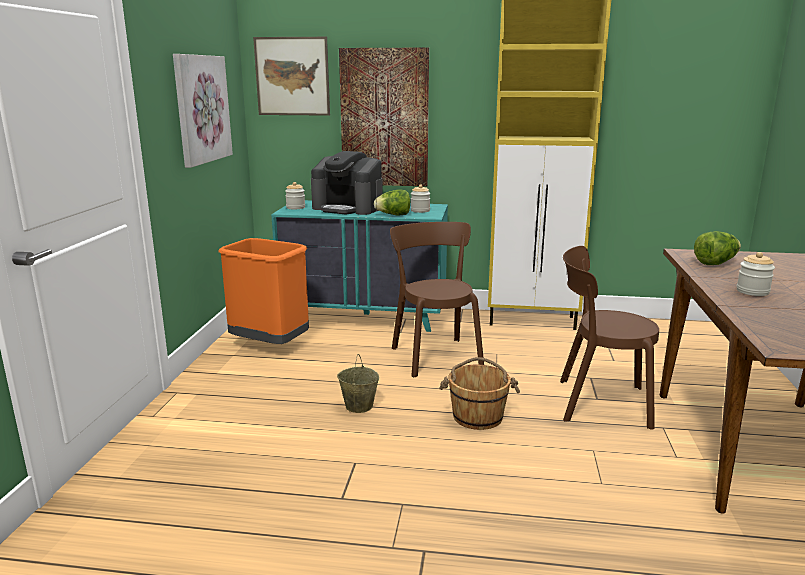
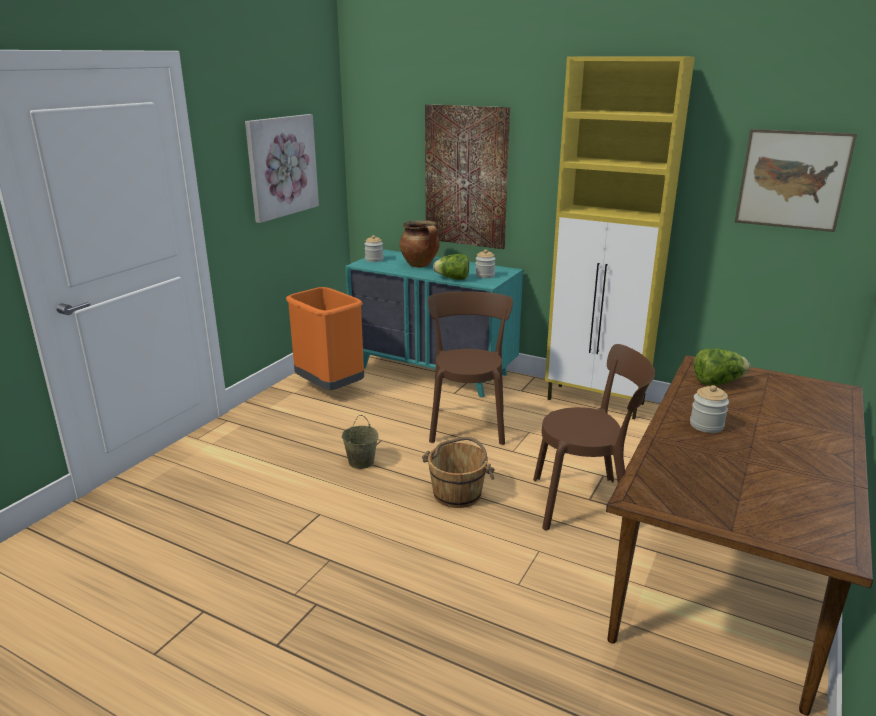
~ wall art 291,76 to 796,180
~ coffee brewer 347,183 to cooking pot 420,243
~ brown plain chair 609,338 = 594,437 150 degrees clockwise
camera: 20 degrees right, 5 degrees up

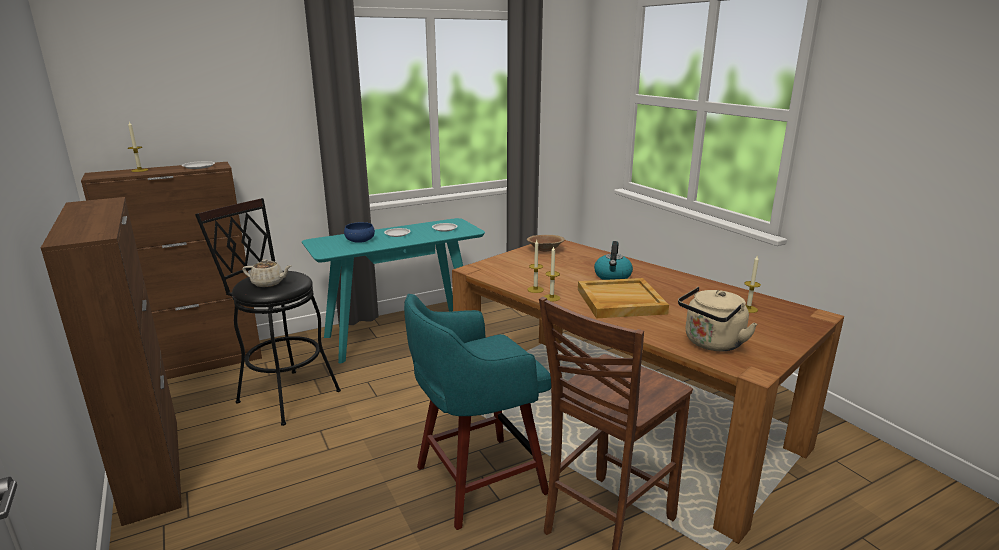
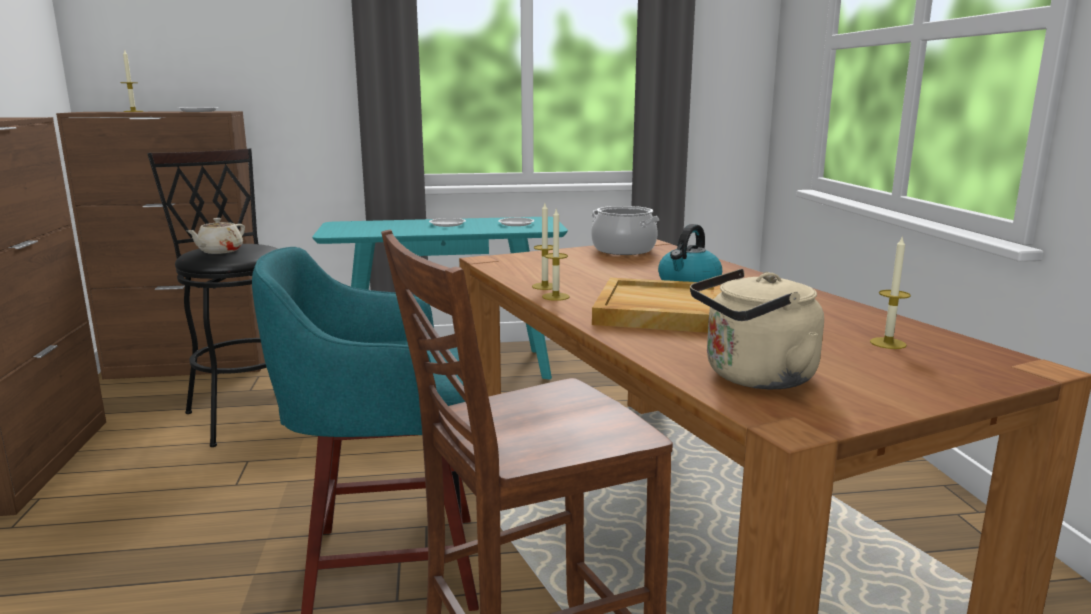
- bluish bowl 359,232
~ brown bowl 546,243 to cooking pot 625,230
~ beige pot for tea 267,273 = 216,236 90 degrees clockwise
camera: 20 degrees right, 5 degrees down

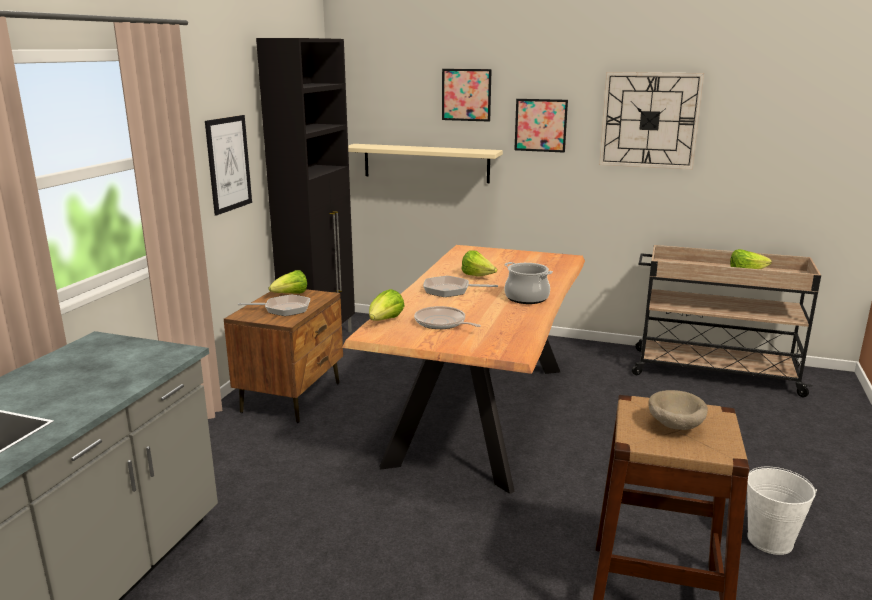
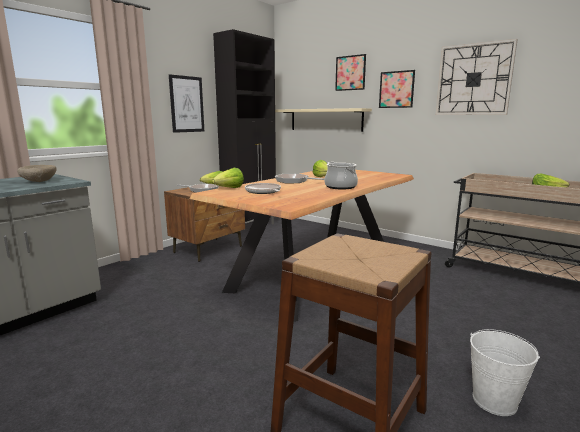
~ beige bowl 678,410 to 37,173
camera: 20 degrees right, 5 degrees down

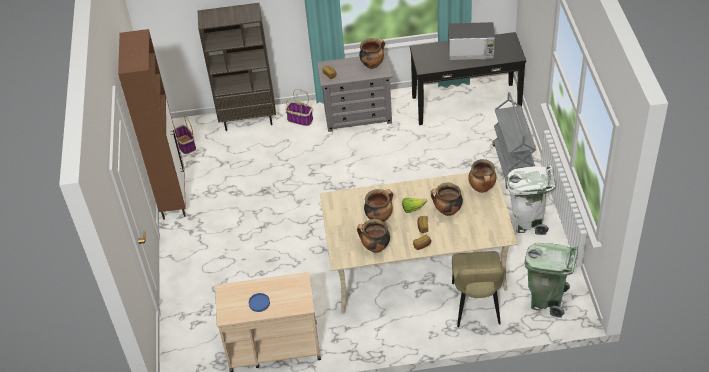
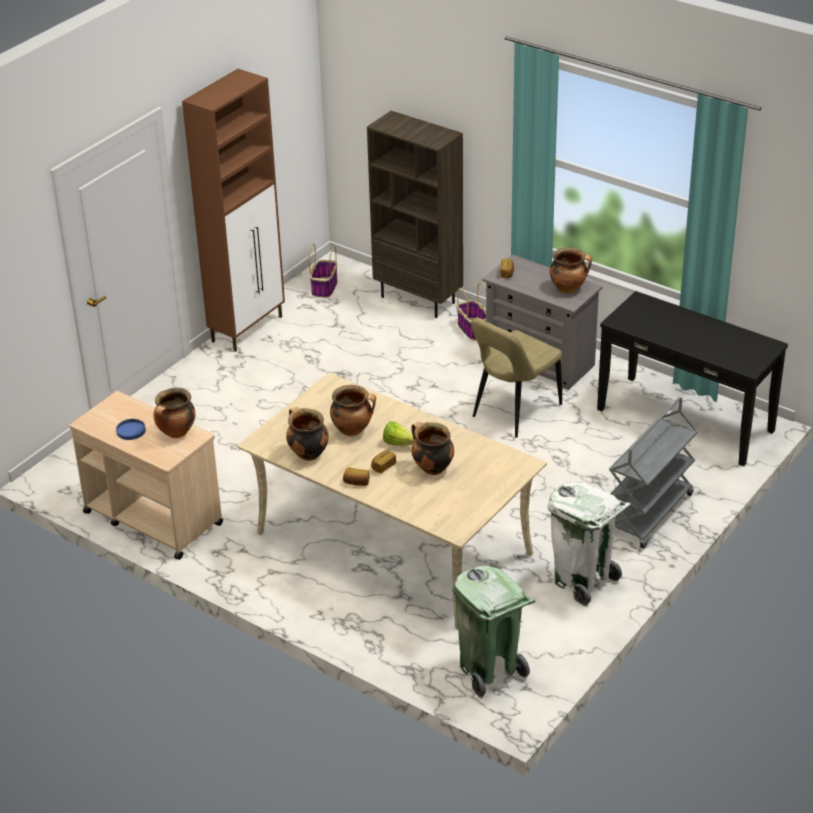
- kitchen microwave 472,41
~ beige plain chair 478,289 to 516,377
~ cooking pot 482,176 to 174,413
camera: 40 degrees right, 10 degrees down

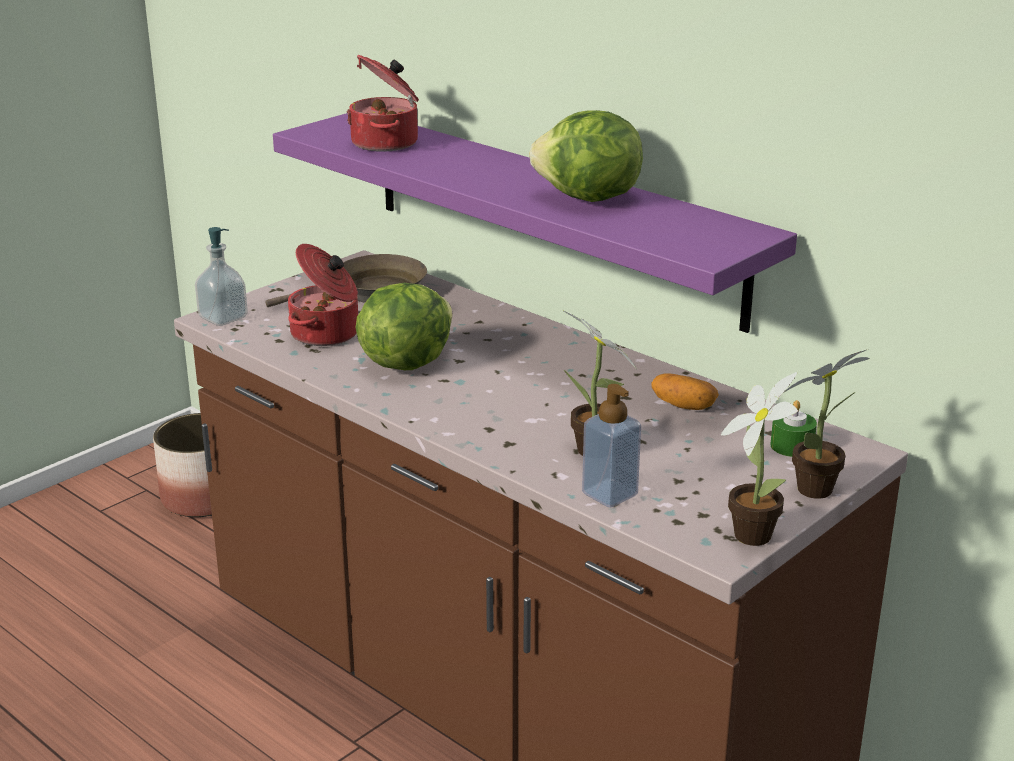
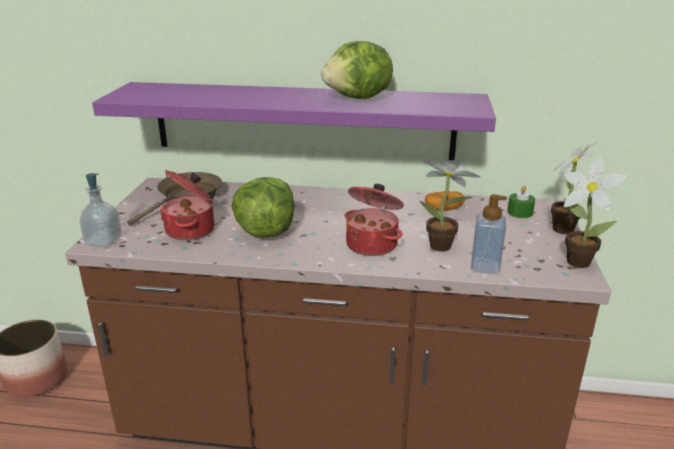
~ cooking pot 383,103 to 374,220
camera: 35 degrees left, 0 degrees up

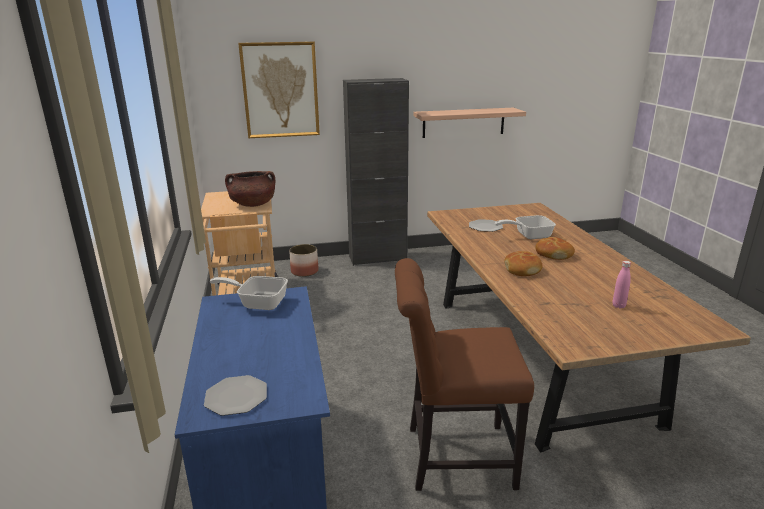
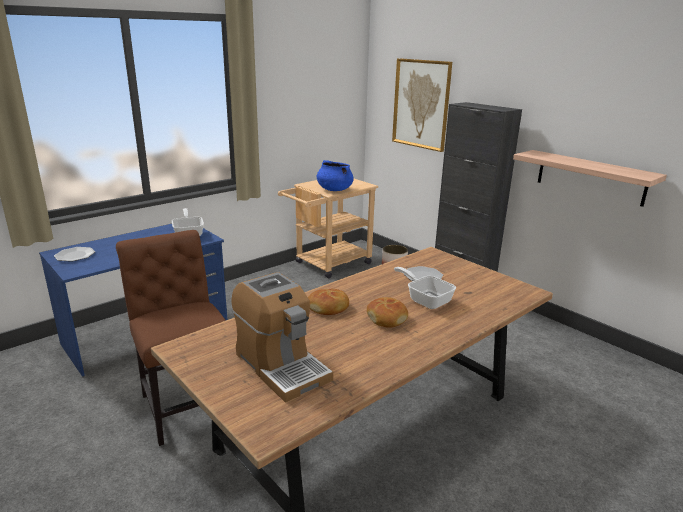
~ pinkish drink bottle 621,284 to coffee brewer 282,337
~ brown cooking pot 250,189 to bluish cooking pot 335,175
camera: 60 degrees right, 0 degrees up

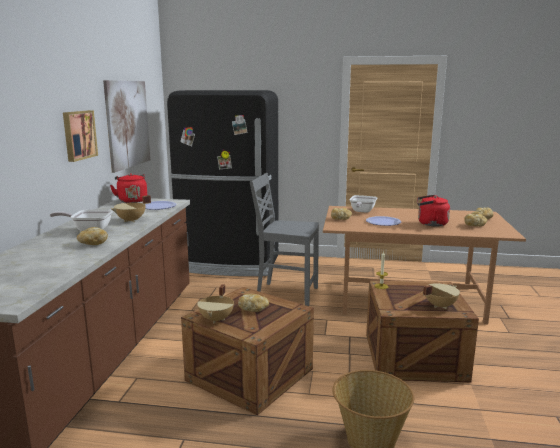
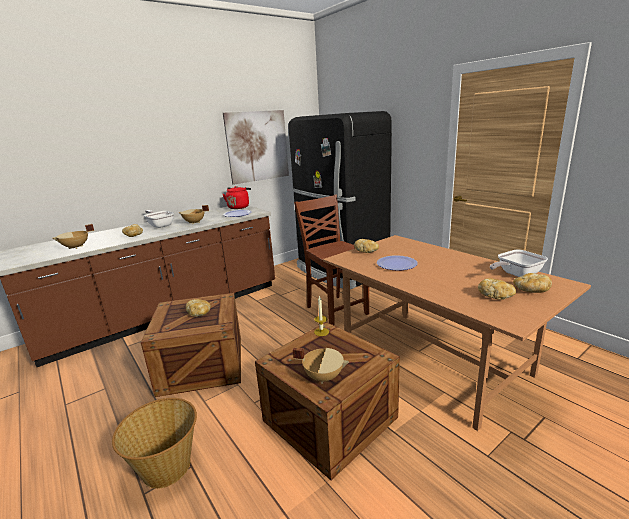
- wall art 80,136
- red-coloured kettle 433,210
~ beige cooking pot 215,303 to 73,236
~ frying pan 363,204 to 519,263
~ gray plain chair 284,239 to brown plain chair 331,260
camera: 45 degrees right, 5 degrees up

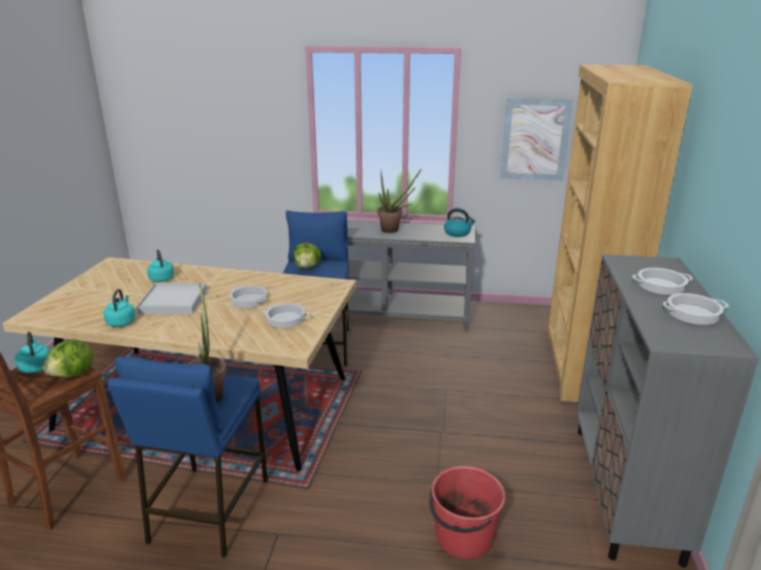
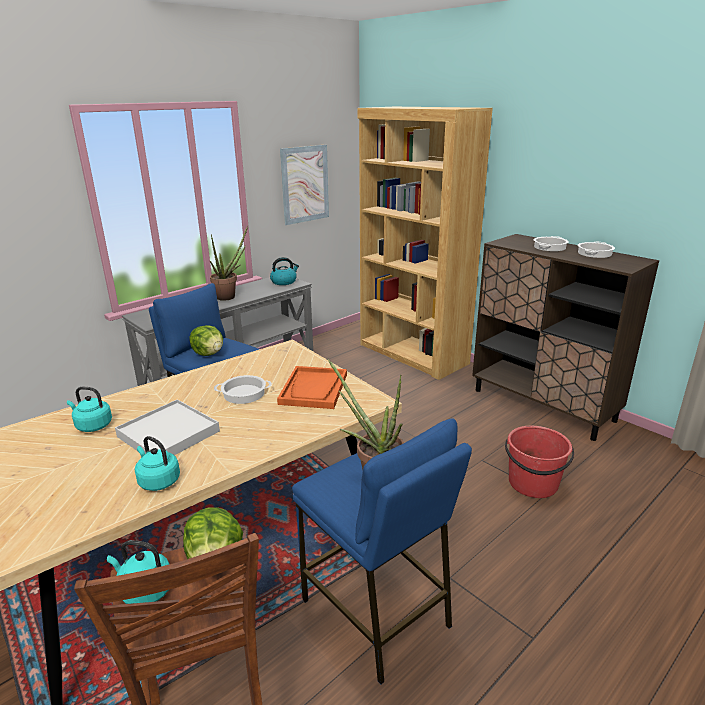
~ cooking pot 286,315 to orangey tray 312,387
~ gray cabinet 667,411 to brown cabinet 565,337
camera: 50 degrees left, 0 degrees up

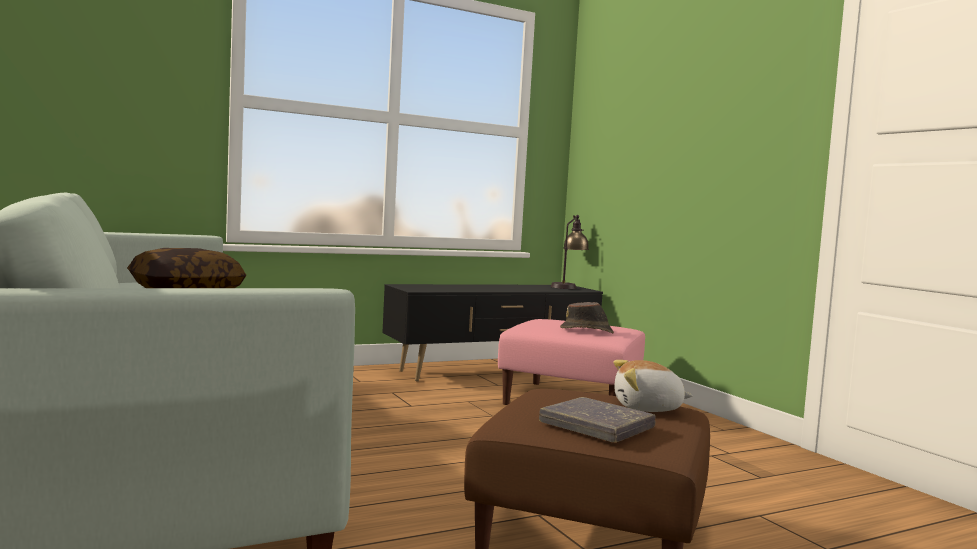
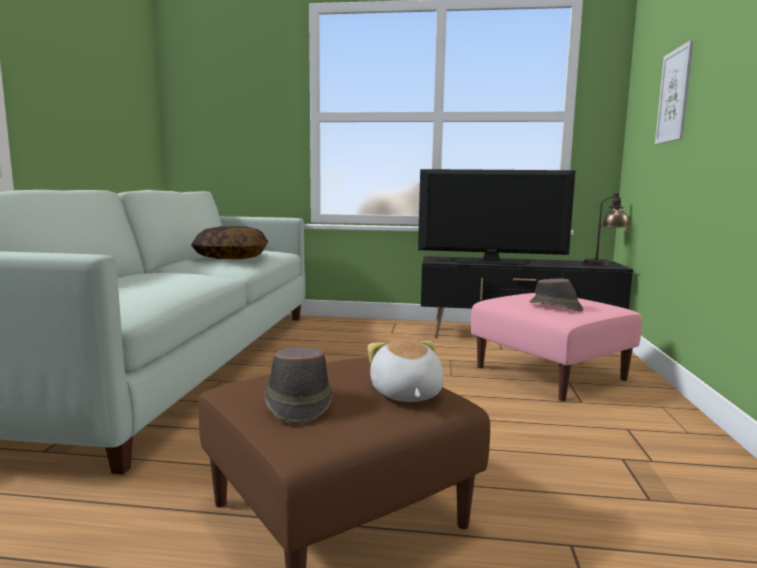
+ television 497,217
+ wall art 674,92
~ gray bound book 597,419 to brown clothing hat 298,385
~ plush toy 653,386 = 406,371 45 degrees clockwise
camera: 35 degrees right, 5 degrees up

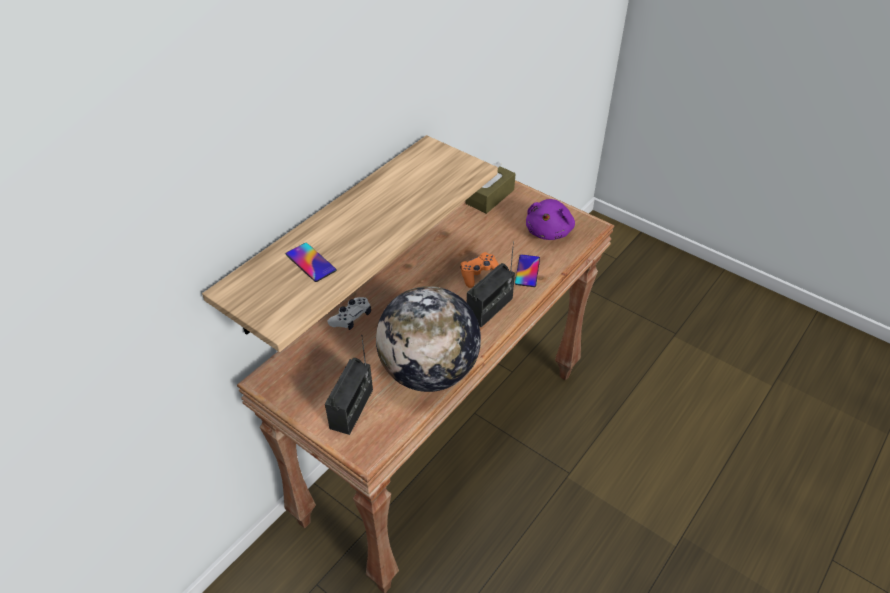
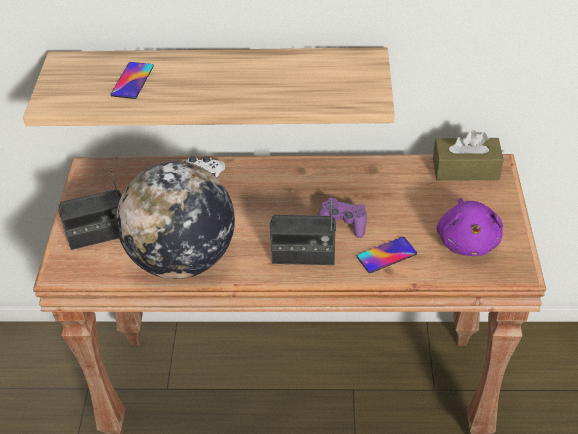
~ orangey gamepad 479,270 to purple gamepad 342,218
~ purple plush toy 550,219 = 469,227 75 degrees counterclockwise
camera: 55 degrees right, 0 degrees up

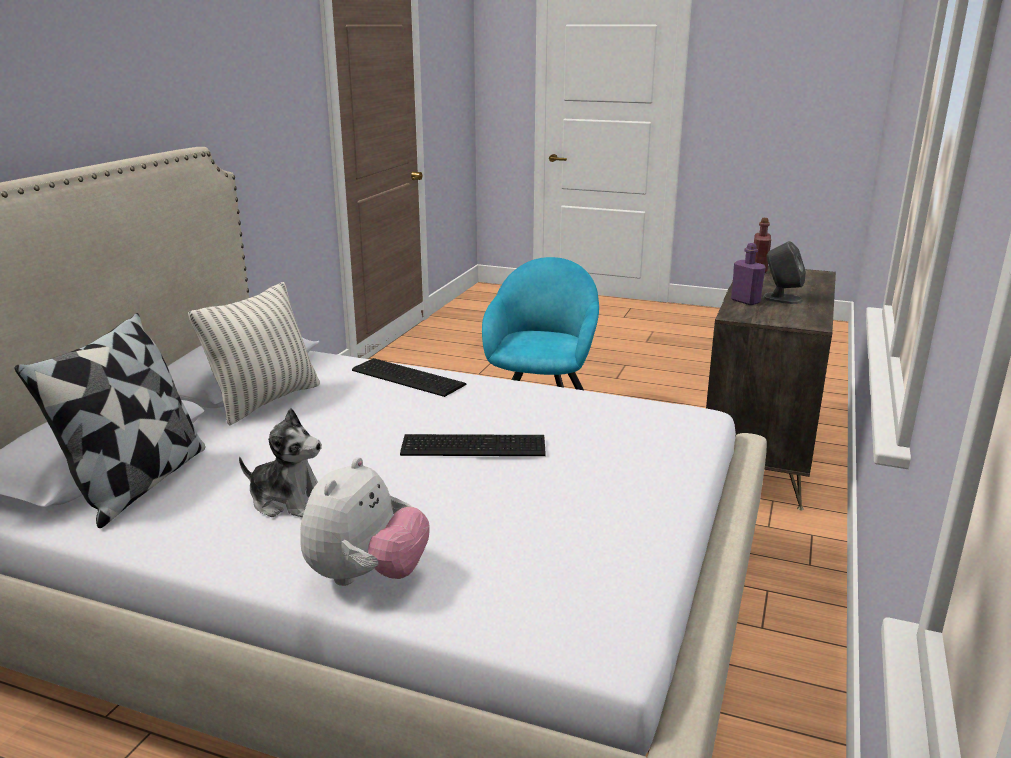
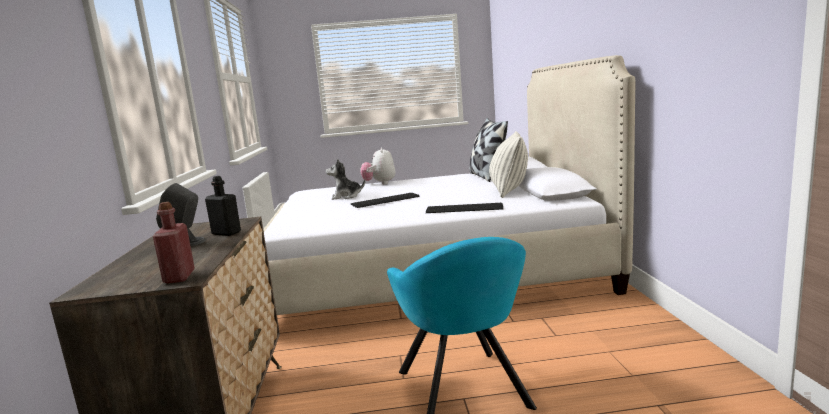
~ plush toy 280,462 to 345,179
~ purple drink bottle 748,274 to blackish drink bottle 223,206
camera: 155 degrees right, 10 degrees down

